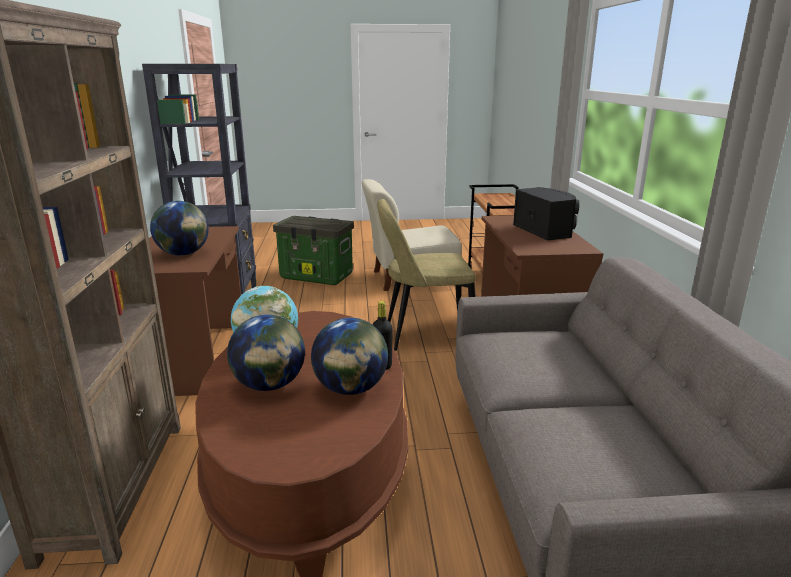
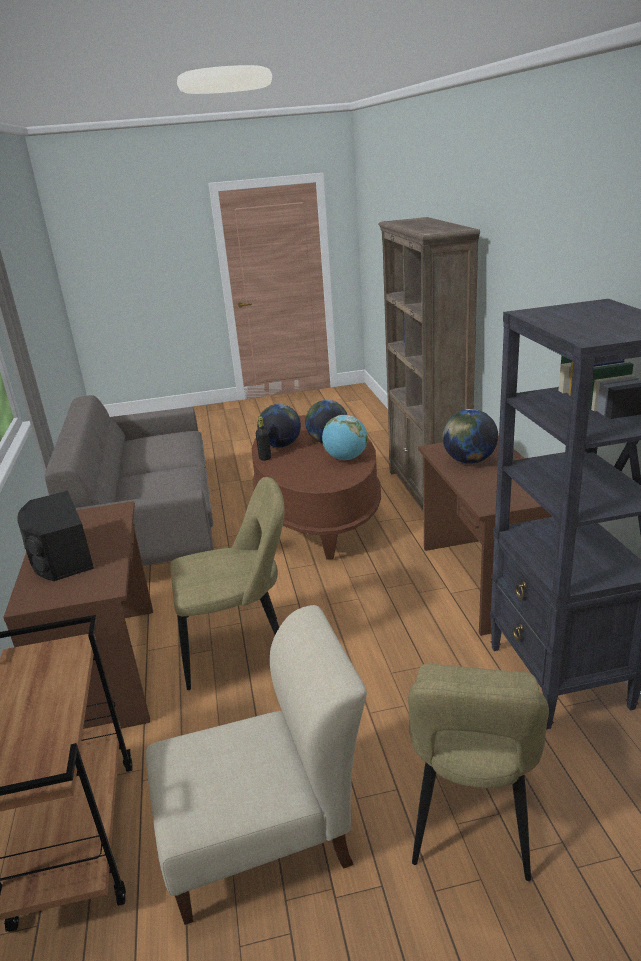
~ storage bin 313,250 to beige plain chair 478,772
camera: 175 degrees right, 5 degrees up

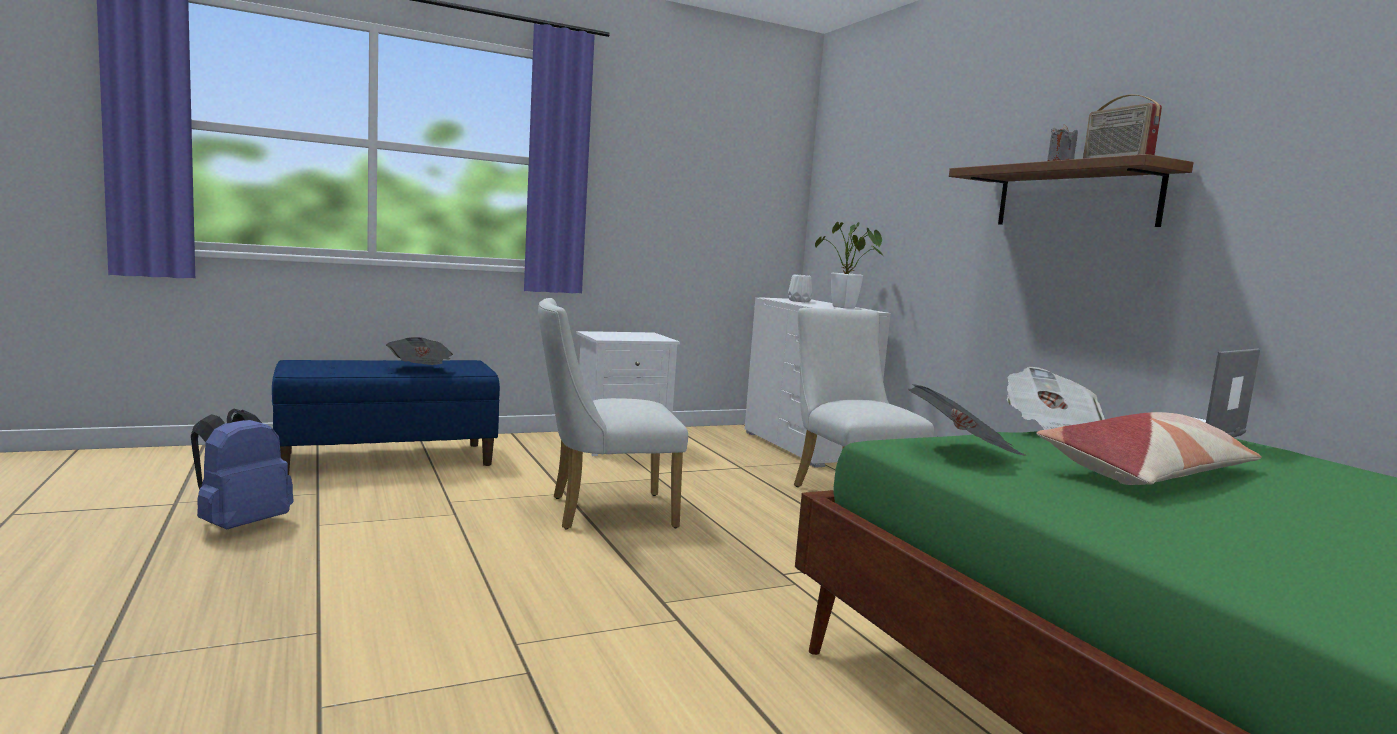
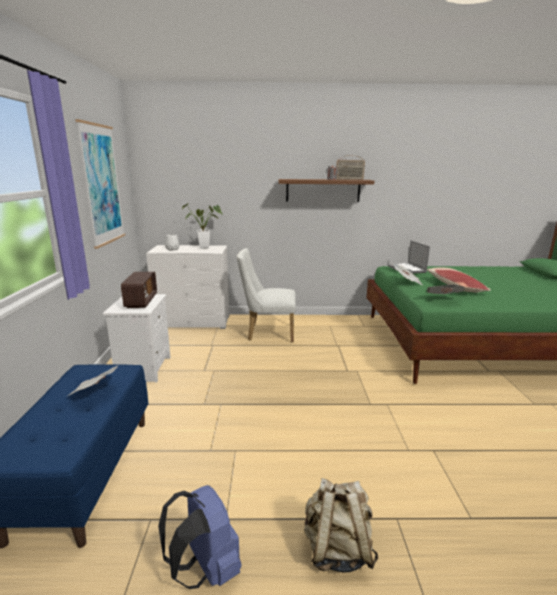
- whitish plain chair 613,413
+ wall art 100,184
+ radio receiver 139,290
+ beige knapsack 341,525
camera: 65 degrees left, 10 degrees up

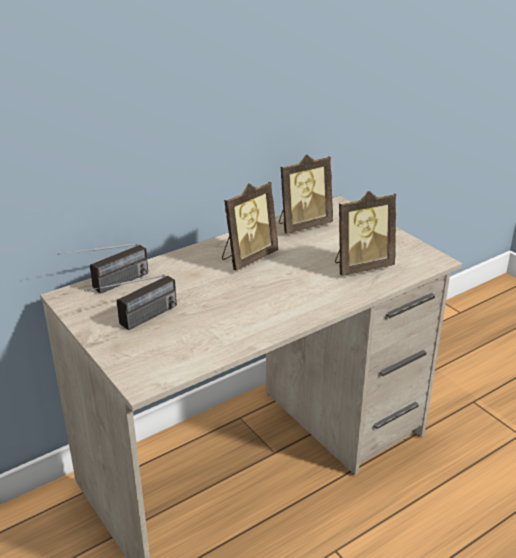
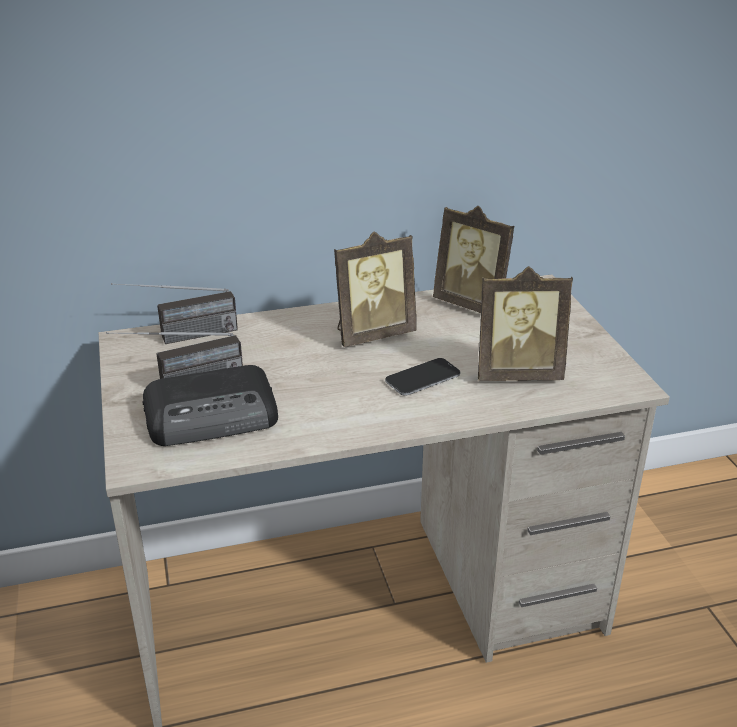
+ radio receiver 210,405
+ phone 423,377
~ photo frame 306,194 = 473,259 45 degrees clockwise
camera: 20 degrees right, 0 degrees up

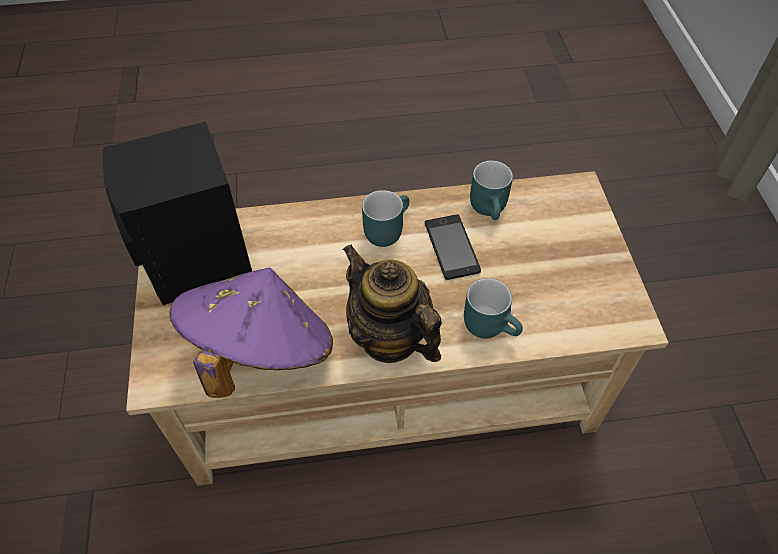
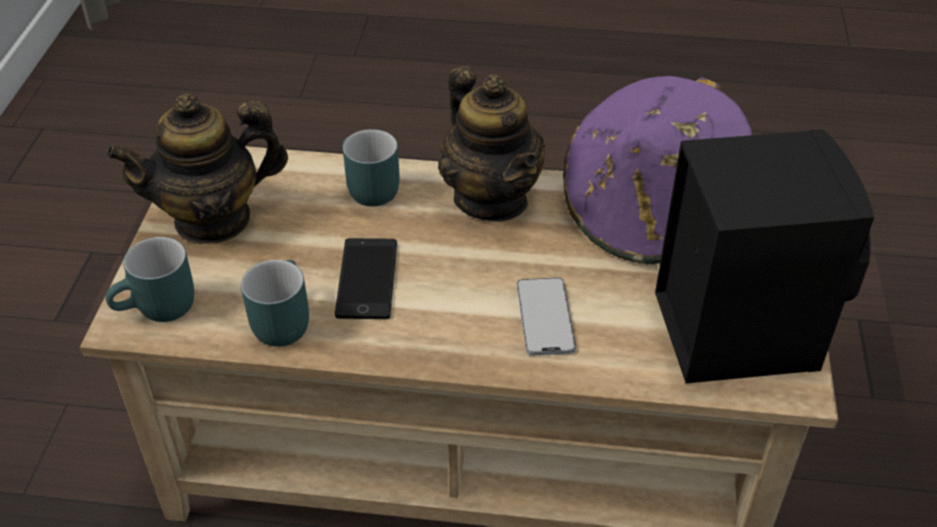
+ pot for tea 197,168
+ phone 546,316
~ blue-green coffee mug 386,218 to 149,279
camera: 165 degrees left, 10 degrees down

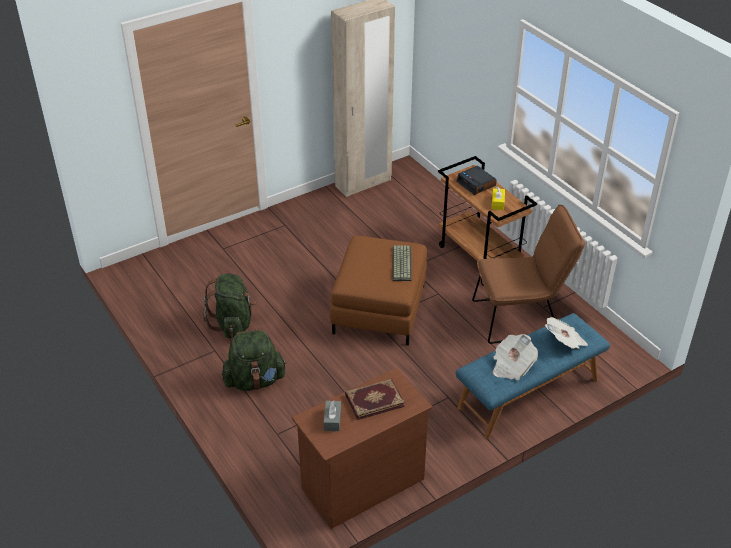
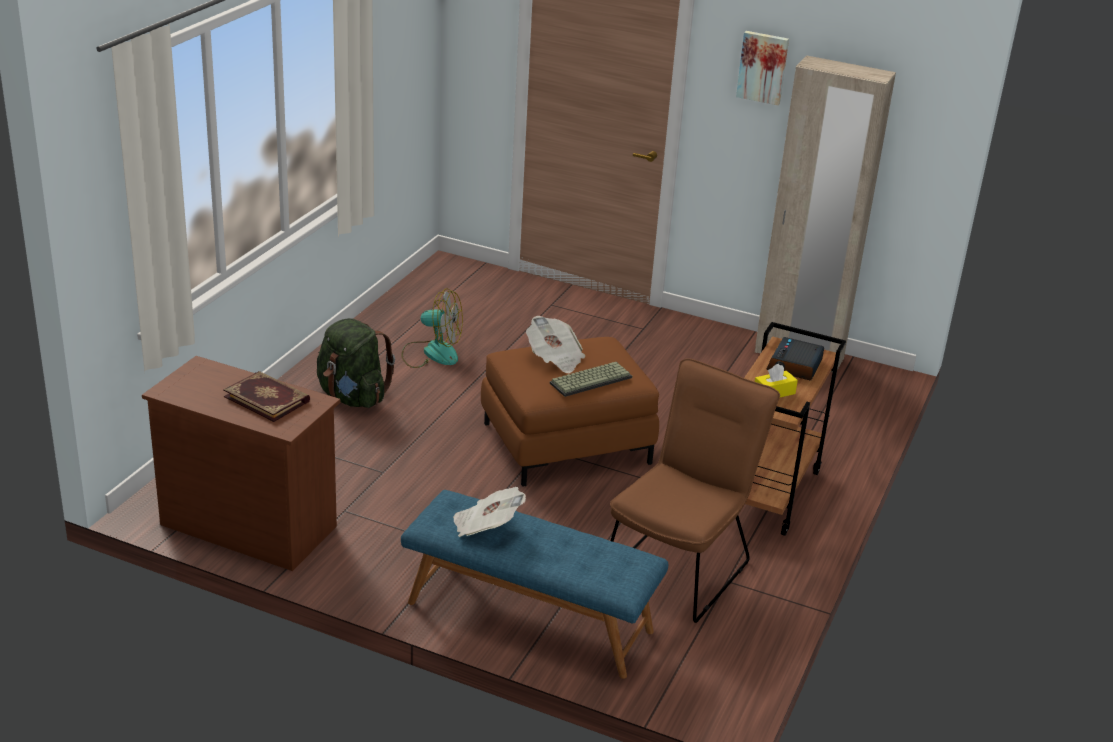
- gray tissue holder 332,415
+ wall art 762,68
~ printed paper 566,333 to 555,345
~ greenish knapsack 230,306 to fan 432,328
~ brown plain chair 528,274 = 695,490 105 degrees counterclockwise
camera: 55 degrees right, 10 degrees down

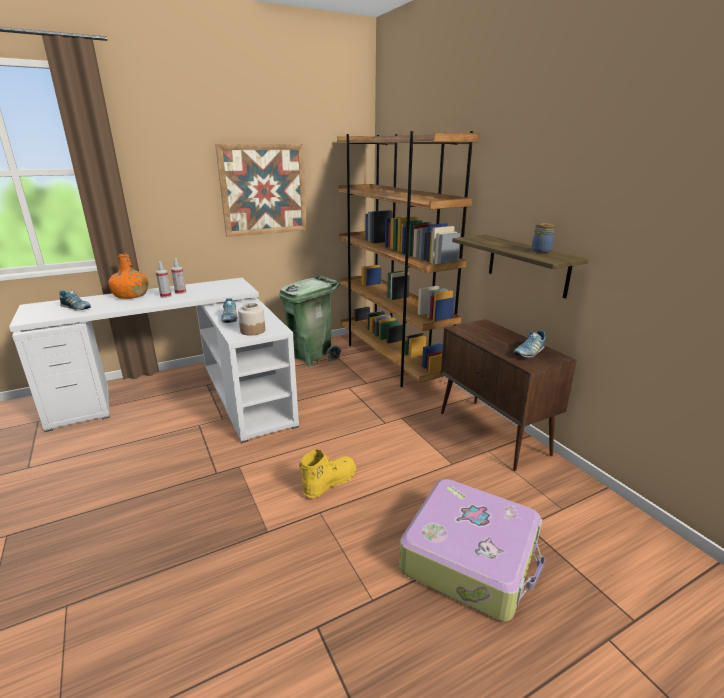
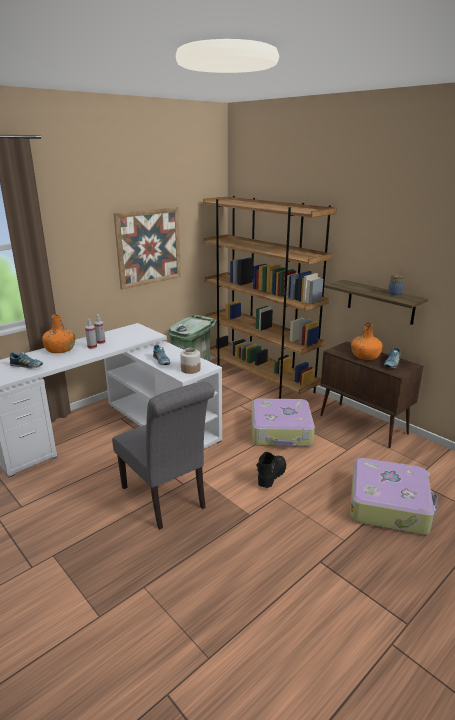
+ gray plain chair 163,456
+ travel case 283,423
+ orangey drink bottle 366,341
~ yellow-coloured tall boot 327,473 to blackish tall boot 271,470
camera: 15 degrees left, 0 degrees up

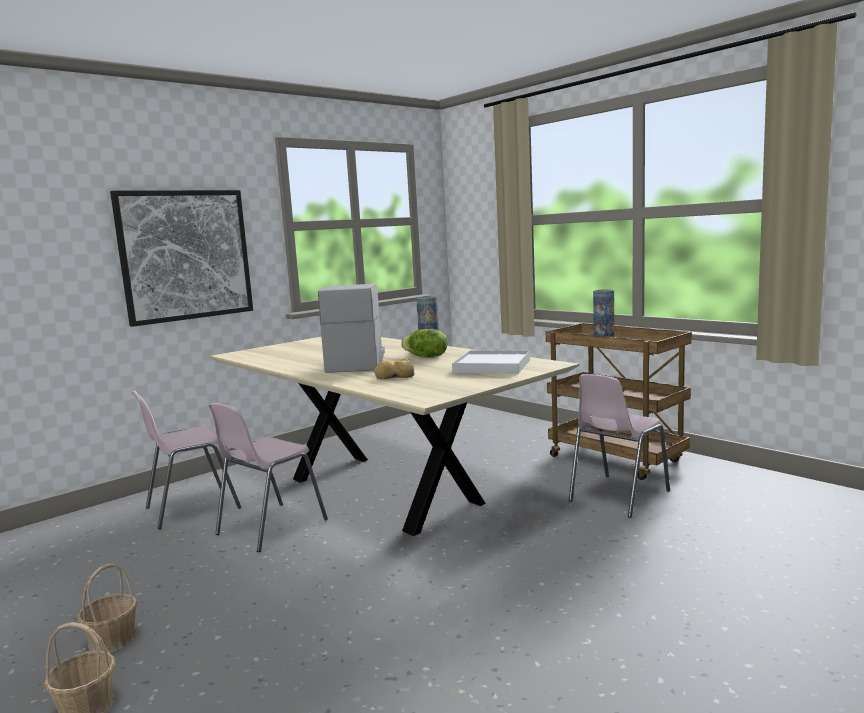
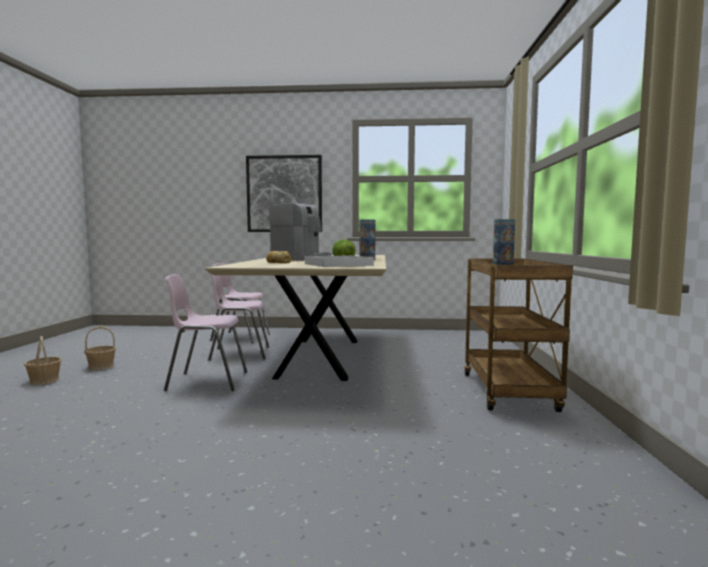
~ pinkish plain chair 619,446 to 205,332
~ coffee brewer 351,328 = 300,232 75 degrees clockwise
camera: 45 degrees right, 5 degrees down

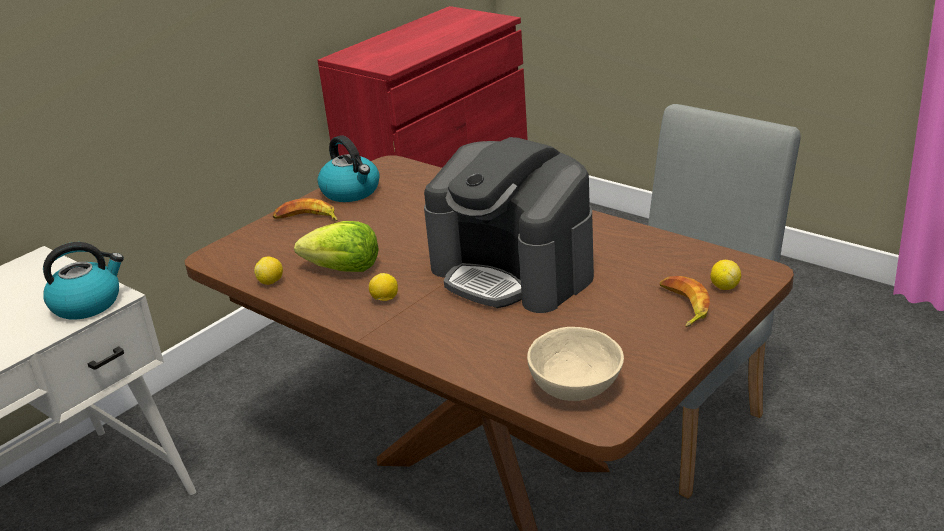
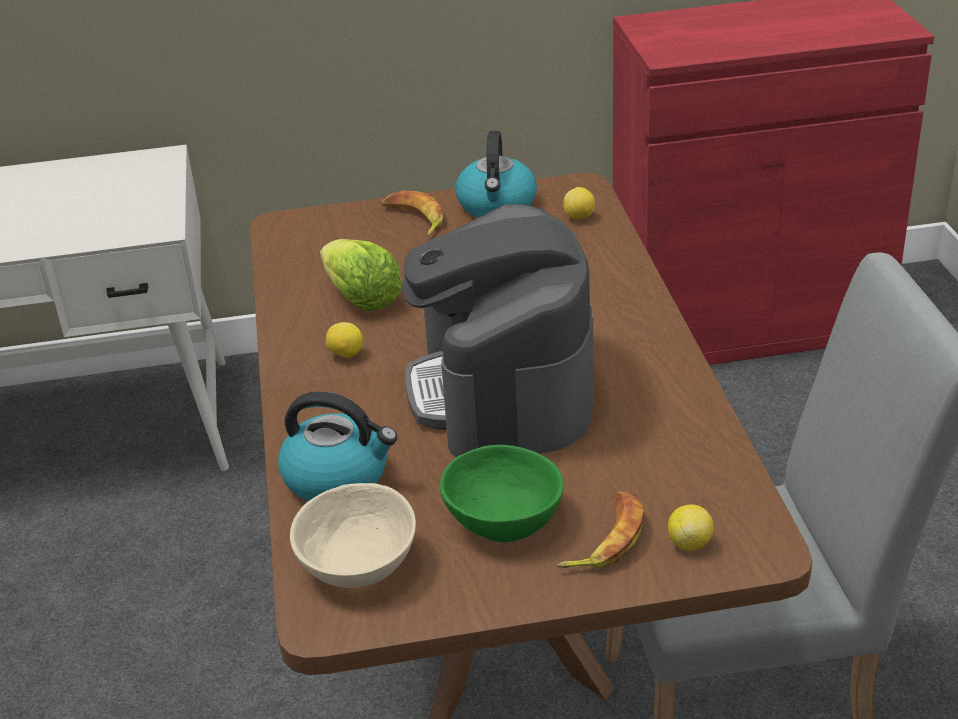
+ greenish bowl 502,493
~ kettle 83,281 to 337,446
~ whole lemon 268,271 to 579,203
camera: 40 degrees right, 5 degrees up

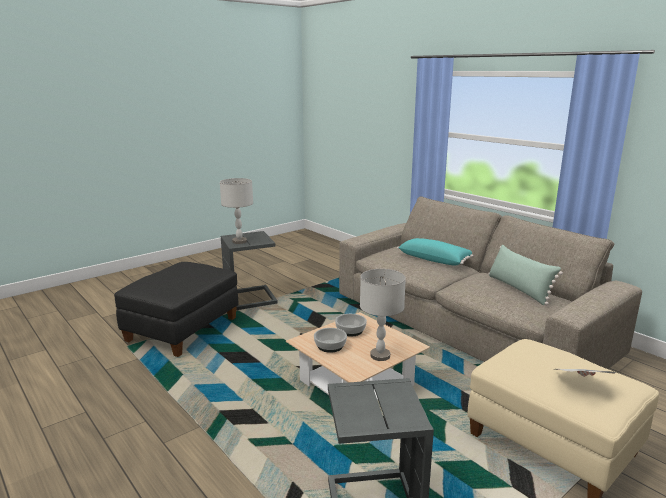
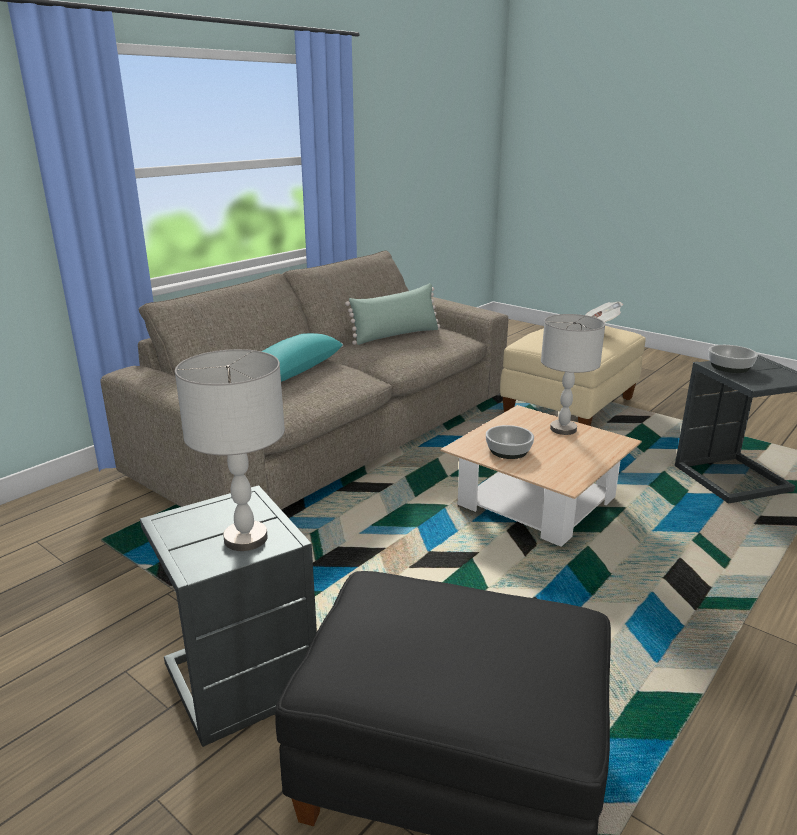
~ bowl 330,340 to 733,359
camera: 100 degrees left, 5 degrees up

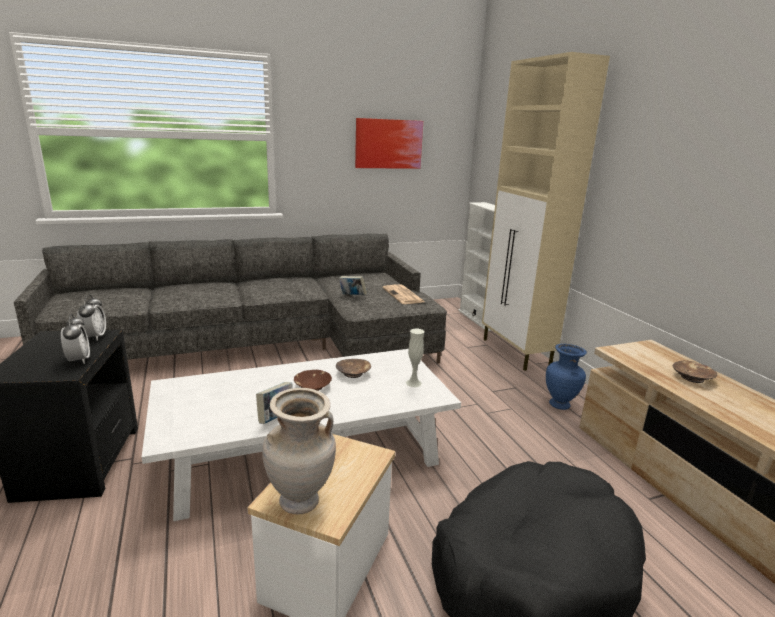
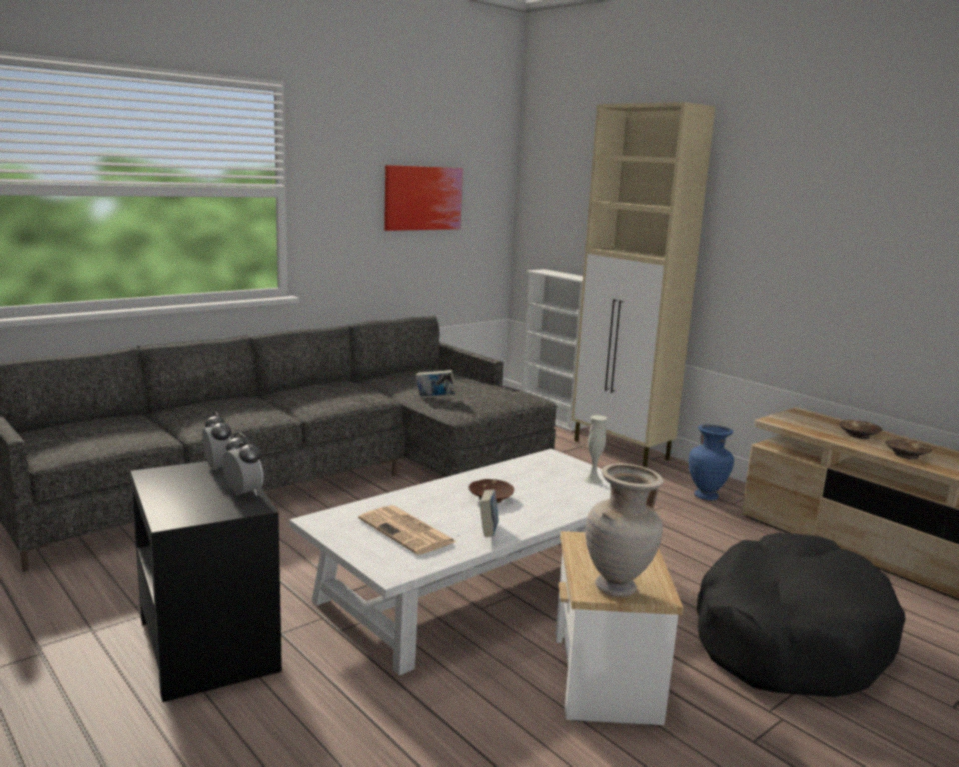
~ brown bowl 353,368 to 908,449
~ printed paper 403,294 to 407,530
camera: 20 degrees left, 5 degrees down

